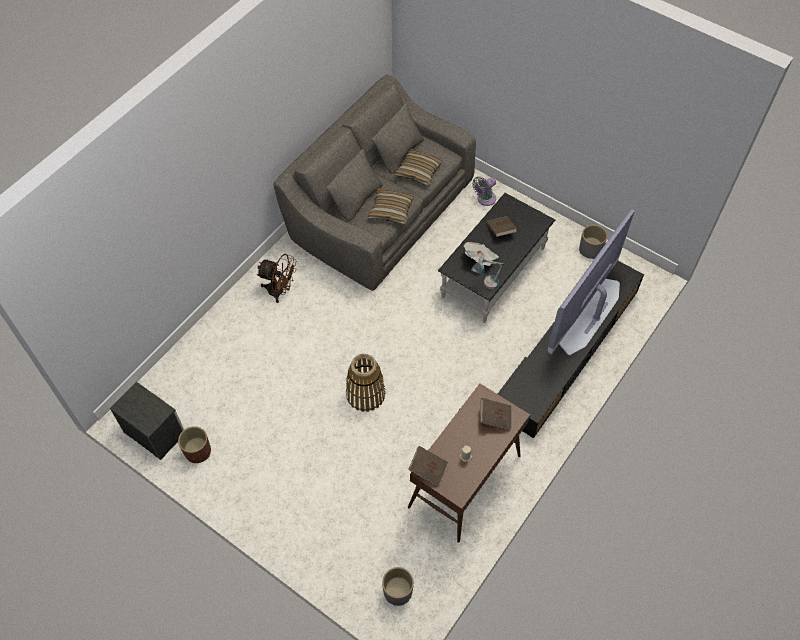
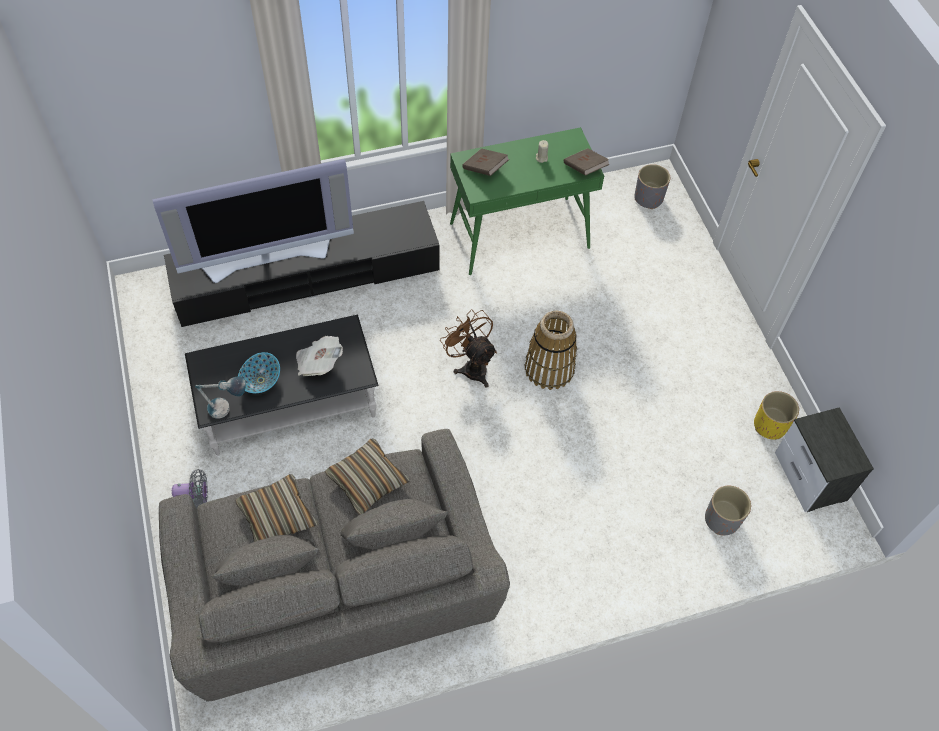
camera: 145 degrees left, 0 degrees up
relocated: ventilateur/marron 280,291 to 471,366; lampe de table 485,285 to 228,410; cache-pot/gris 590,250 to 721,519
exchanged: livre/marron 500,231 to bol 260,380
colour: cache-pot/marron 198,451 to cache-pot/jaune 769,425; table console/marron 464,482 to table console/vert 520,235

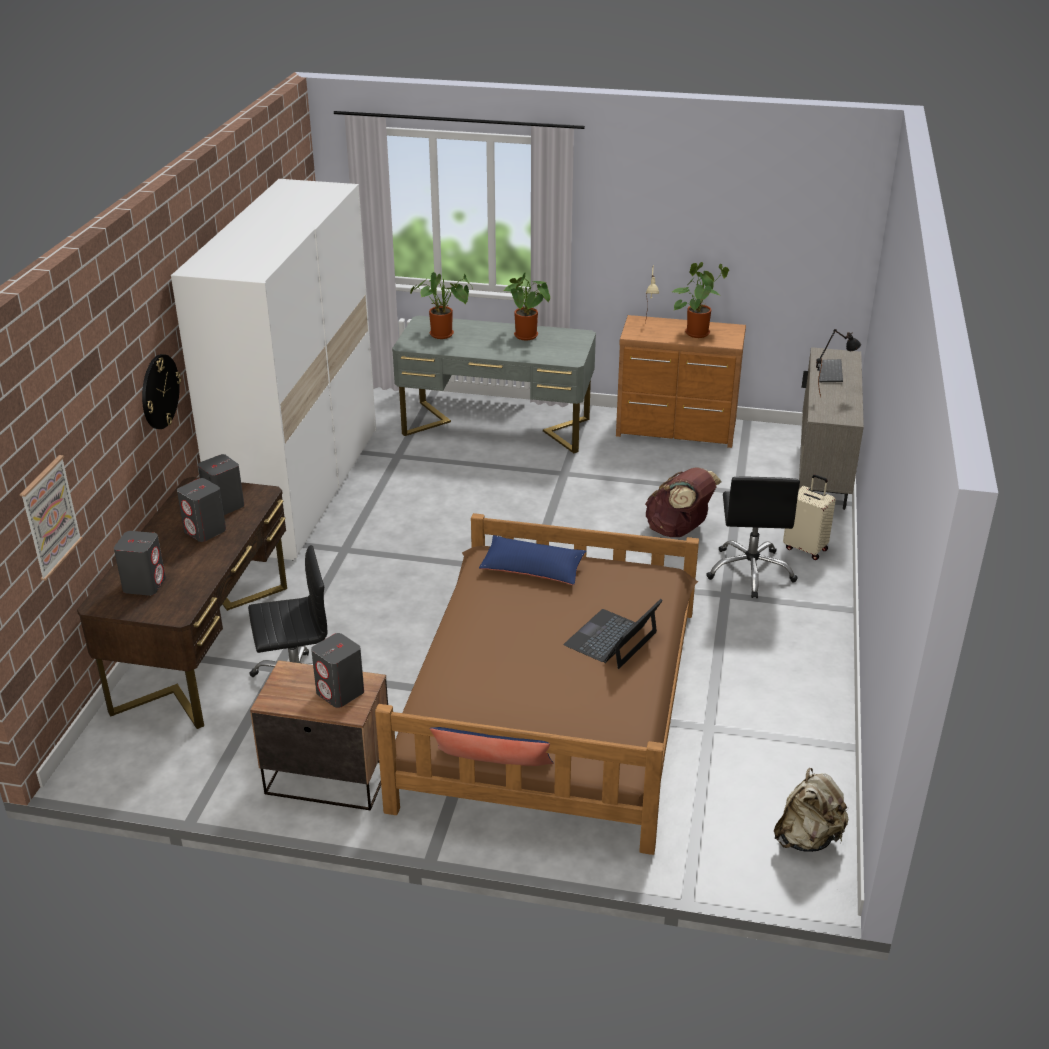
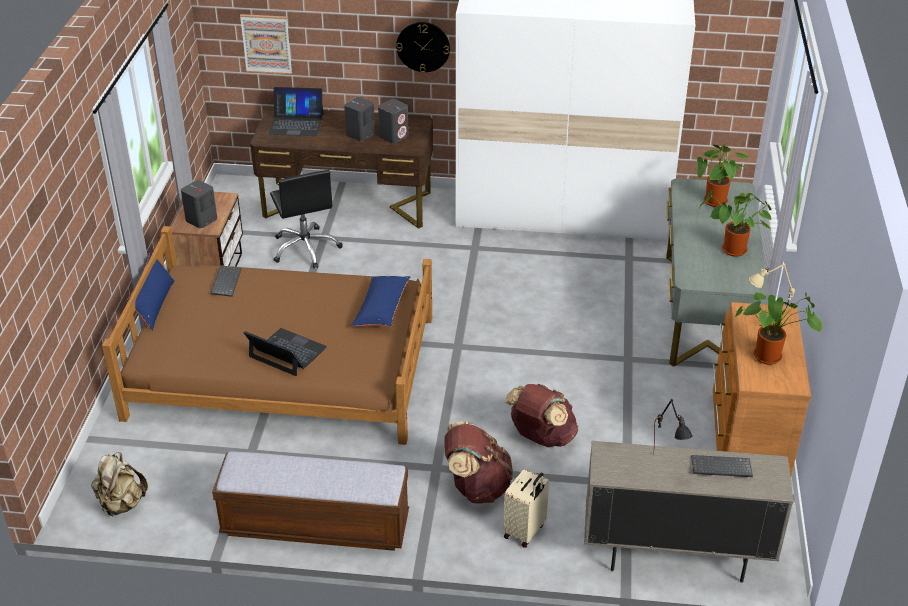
camera: 85 degrees right, 5 degrees up
appeared: clavier 225,281; banc 315,525
exchanged: enceinte/gris 144,584 to ordinateur portable 296,123; chaise de bureau/noir 750,572 to sac à dos/marron 476,487

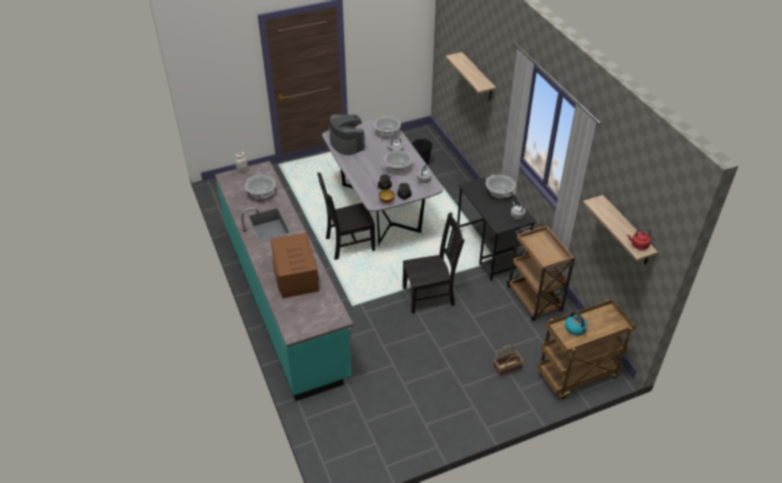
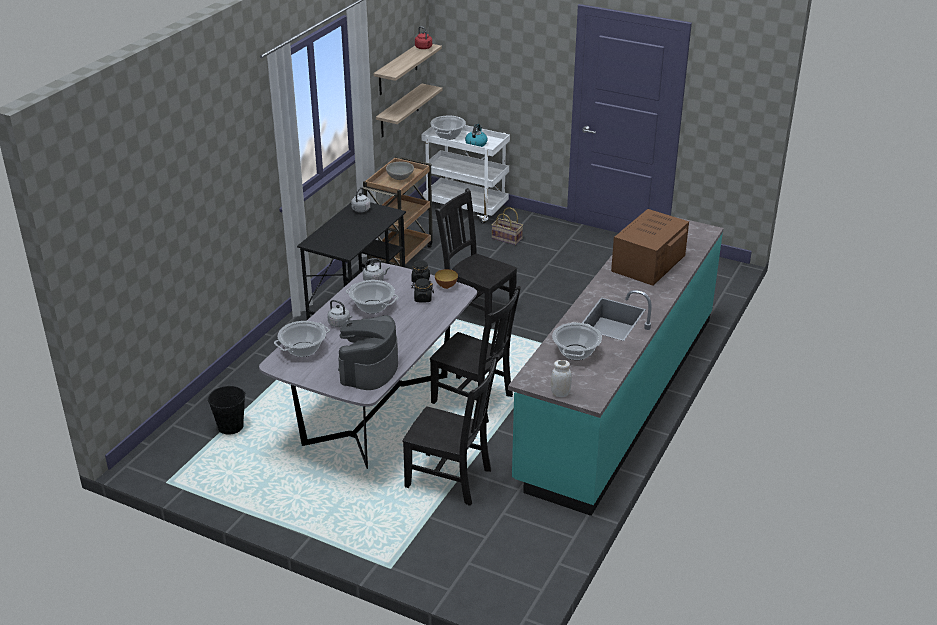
camera: 130 degrees left, 10 degrees down
appeared: bol/gris 400,177; chaise/noir 451,479
relocated: étagère 477,77 to 399,111; marmite 499,193 to 448,135
colour: chariot/marron 577,376 to chariot/blanc 466,208

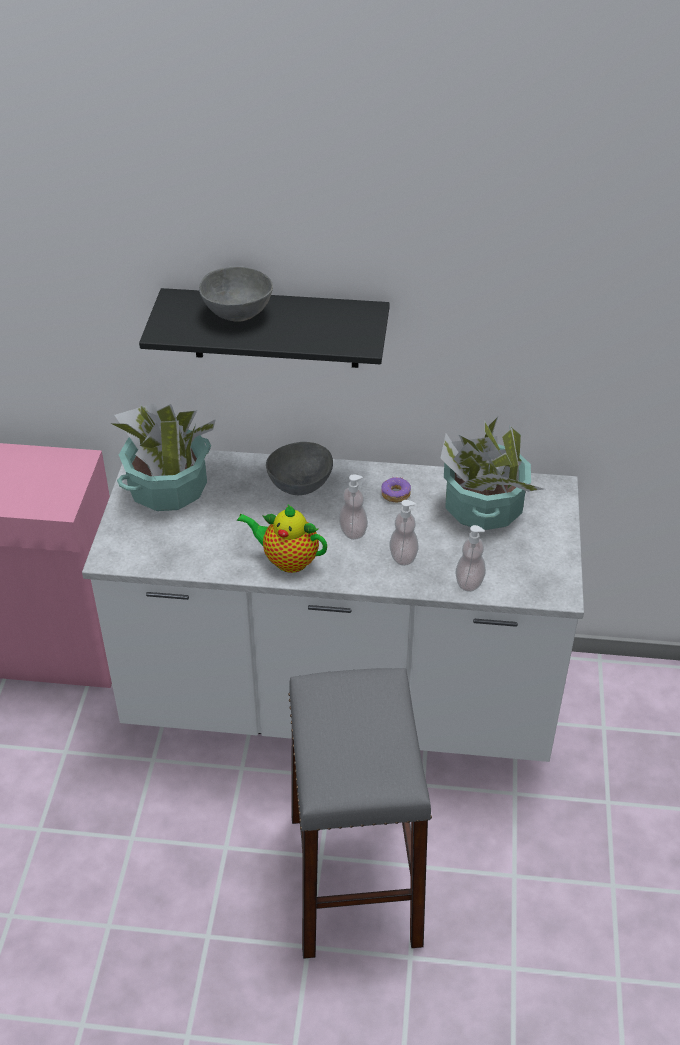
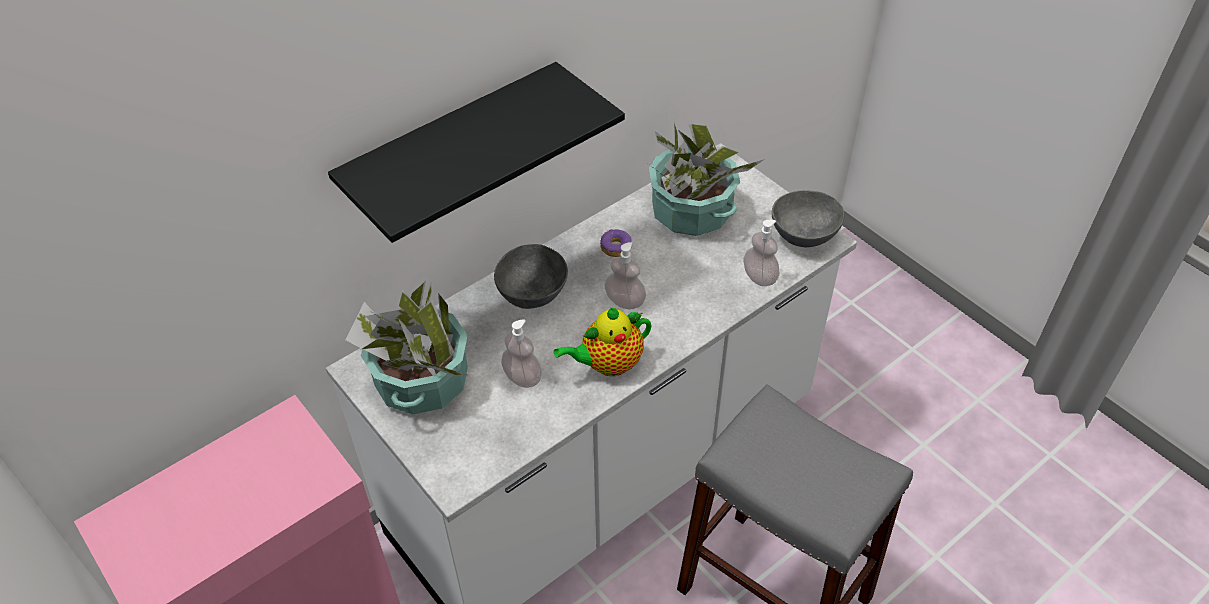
camera: 45 degrees left, 5 degrees up
relocated: bol/gris 238,314 to 805,236; distributeur de savon 403,556 to 522,377

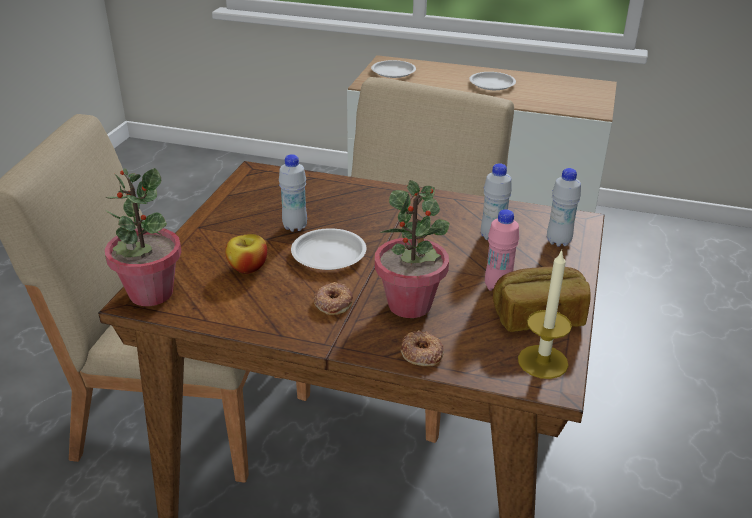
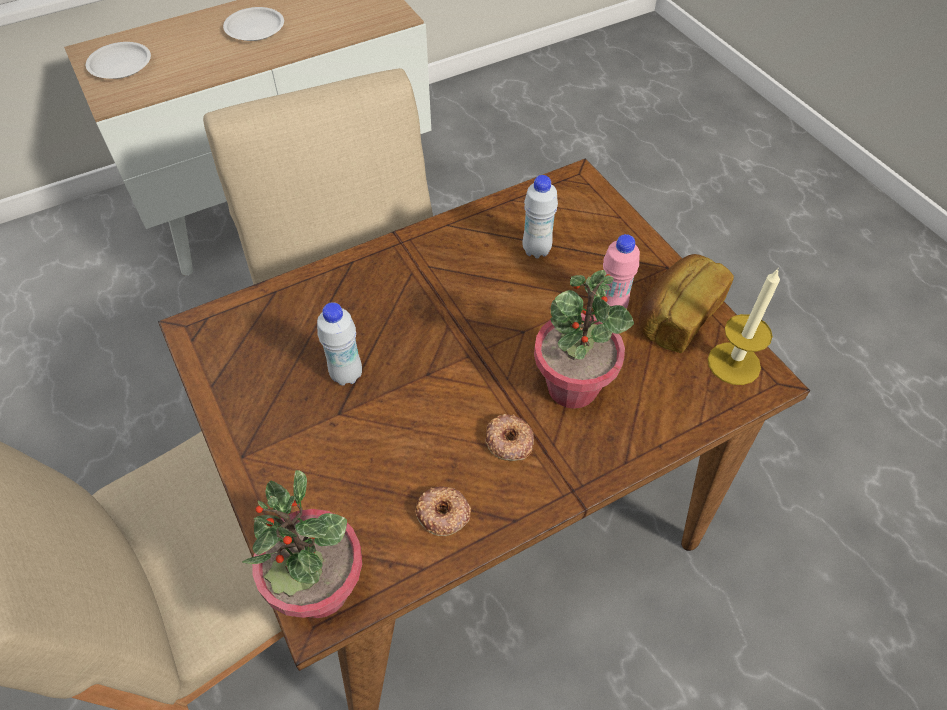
camera: 45 degrees left, 20 degrees up
missing: pomme 248,268; assiette/blanc 328,254; bouteille/blanc 558,241
relocated: beignet 421,353 to 443,514

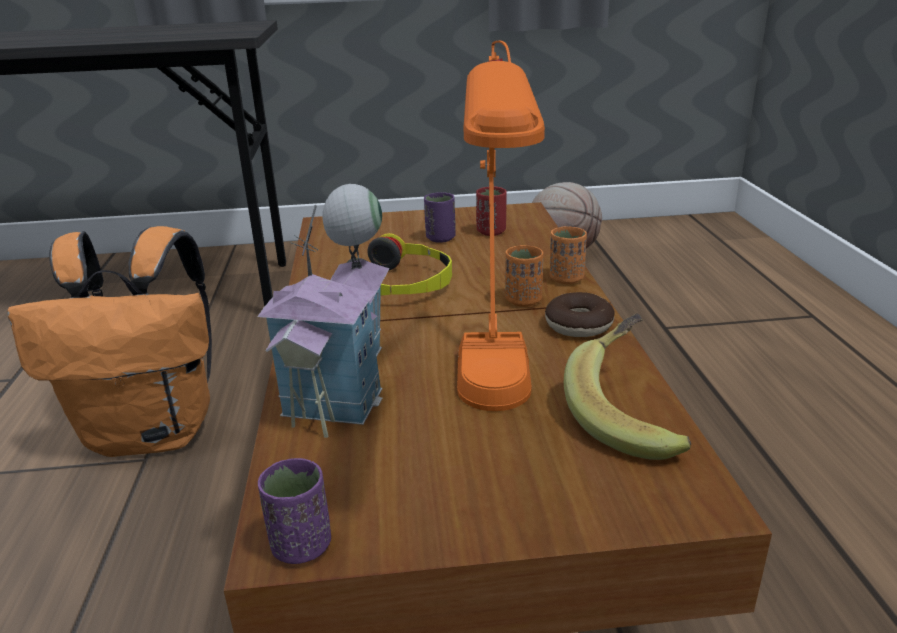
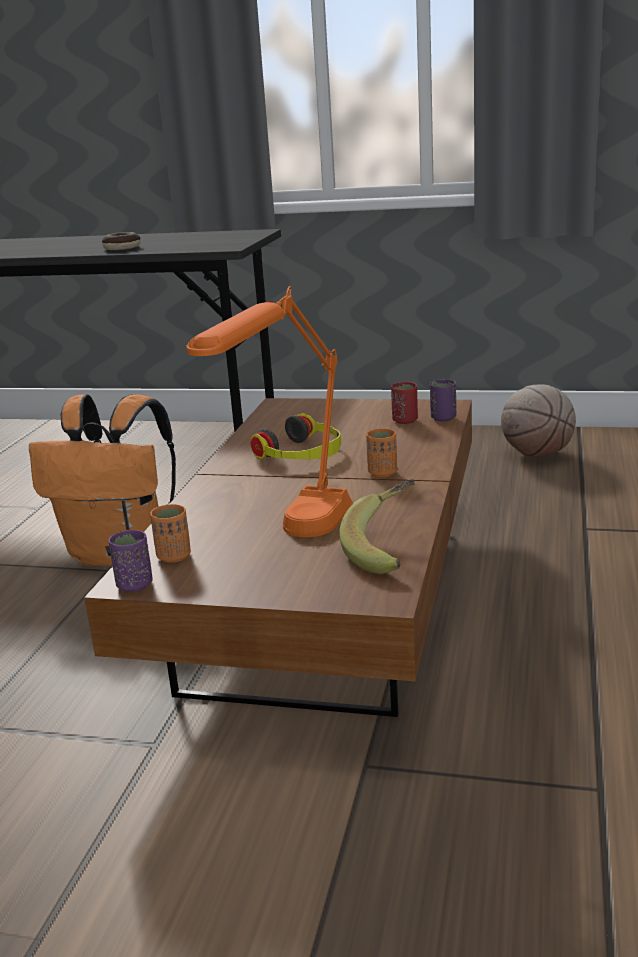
camera: 20 degrees right, 5 degrees down
missing: maison miniature 346,382
relocated: tasse/violet 440,238 to 443,418; beignet 579,325 to 122,248; tasse/orange 566,279 to 174,556

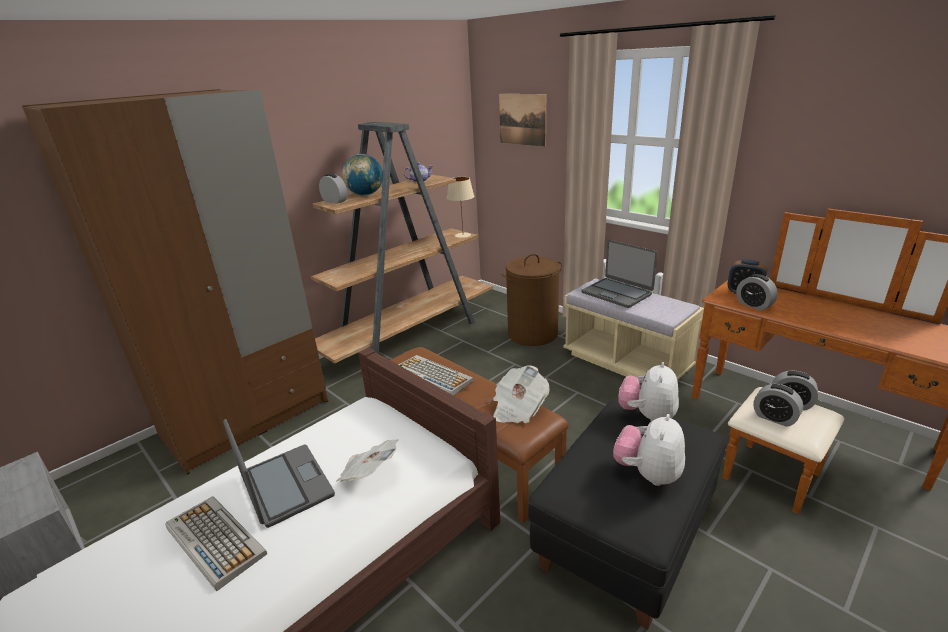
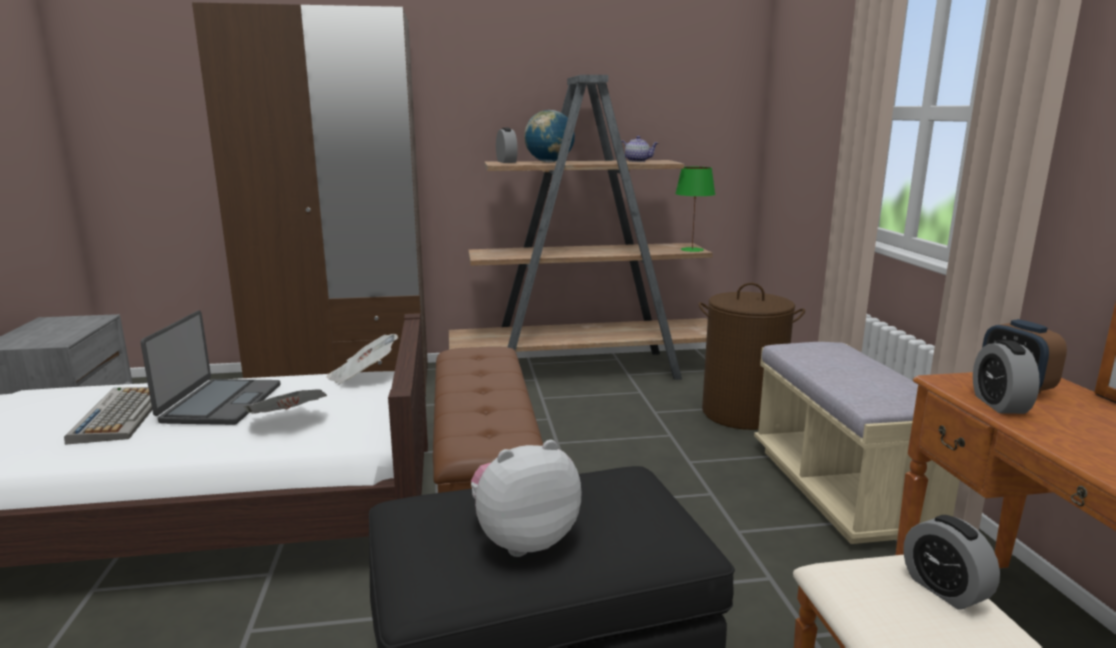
camera: 35 degrees right, 10 degrees down
missing: clavier 431,376; tableau 522,119; ordinateur portable 617,293; peluche 647,416; réveil 774,418
relocated: journal 518,408 to 362,377
colour: lampe de table/beige 462,235 to lampe de table/vert 691,249

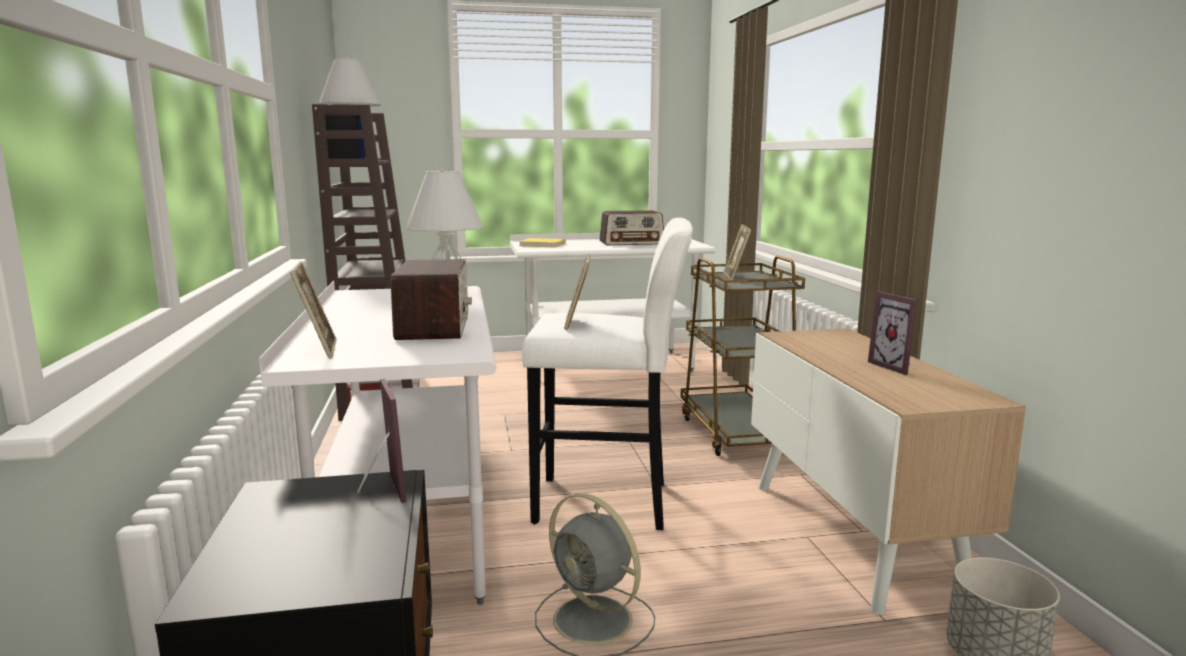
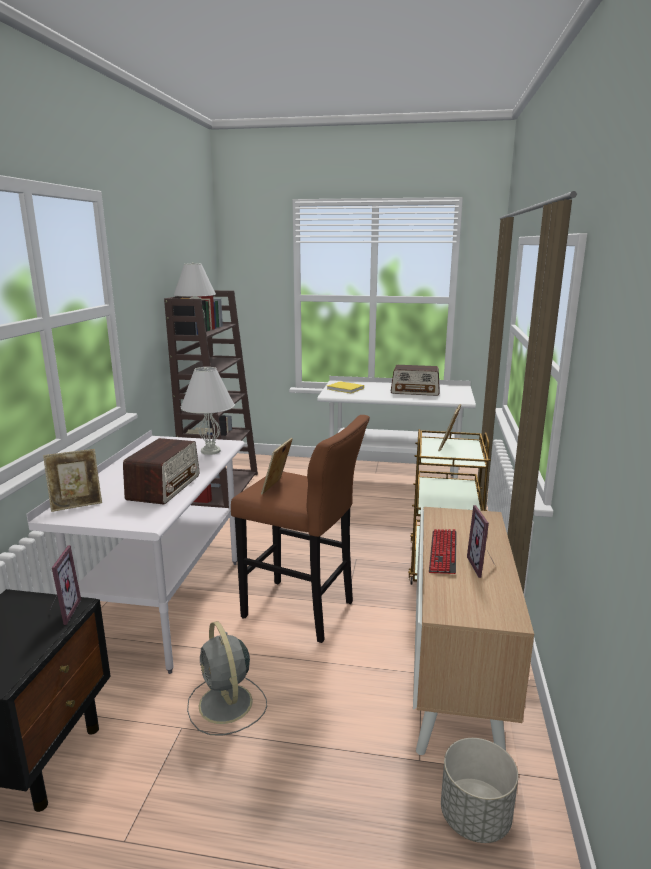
camera: 20 degrees right, 5 degrees up
appeared: clavier 443,552
colour: tabouret/blanc 609,503 to tabouret/marron 303,611
spun: cadre photo 318,350 = 76,504 60 degrees clockwise

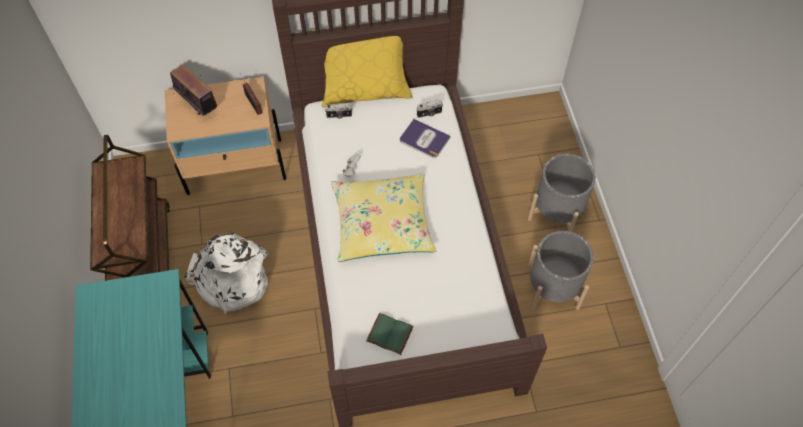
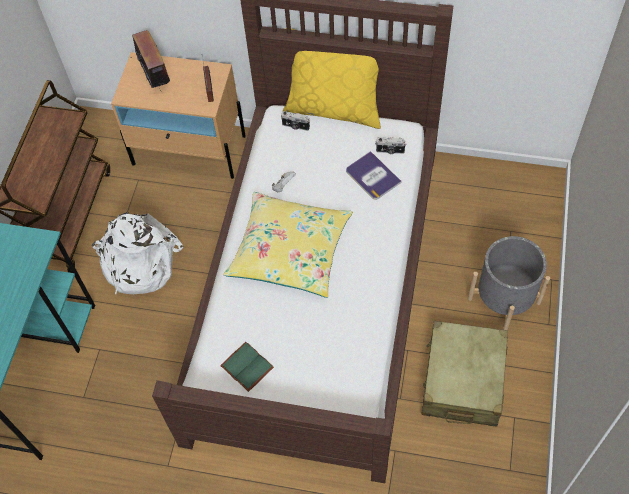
camera: 25 degrees right, 0 degrees up
exchanged: cache-pot/gris 552,288 to valise/beige 462,380

